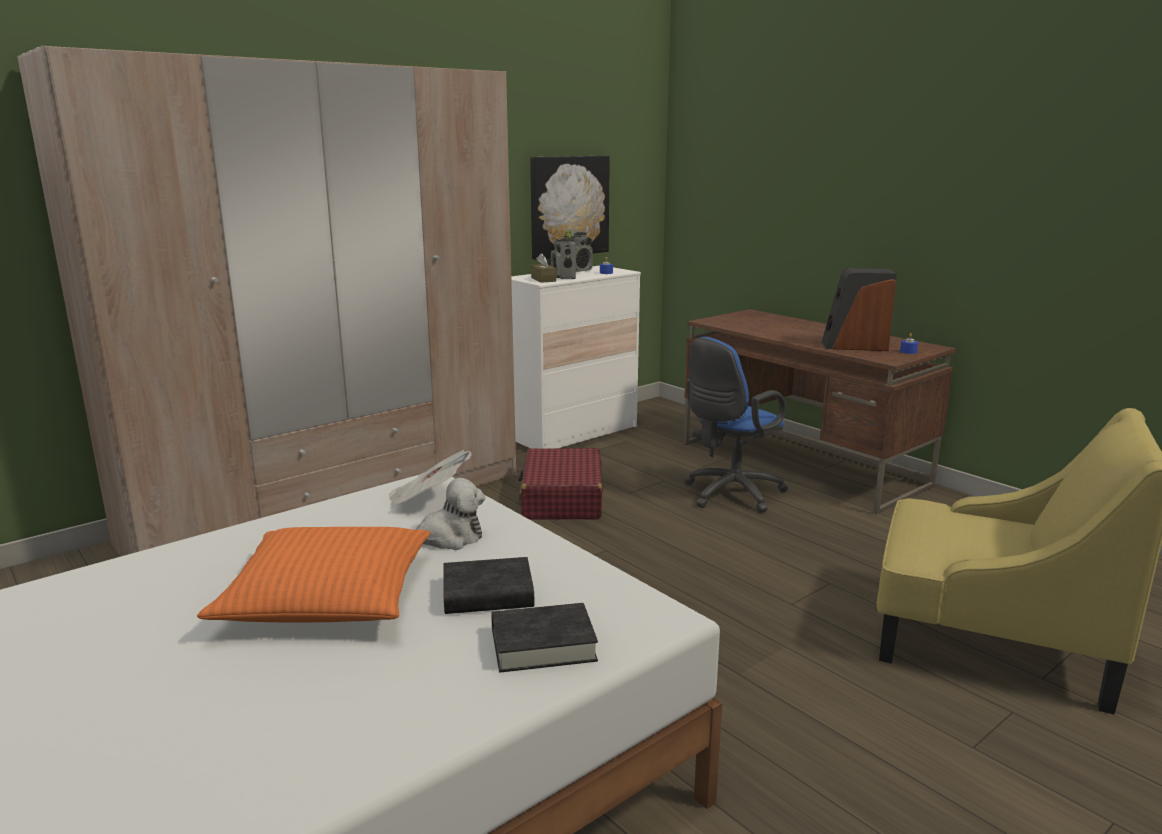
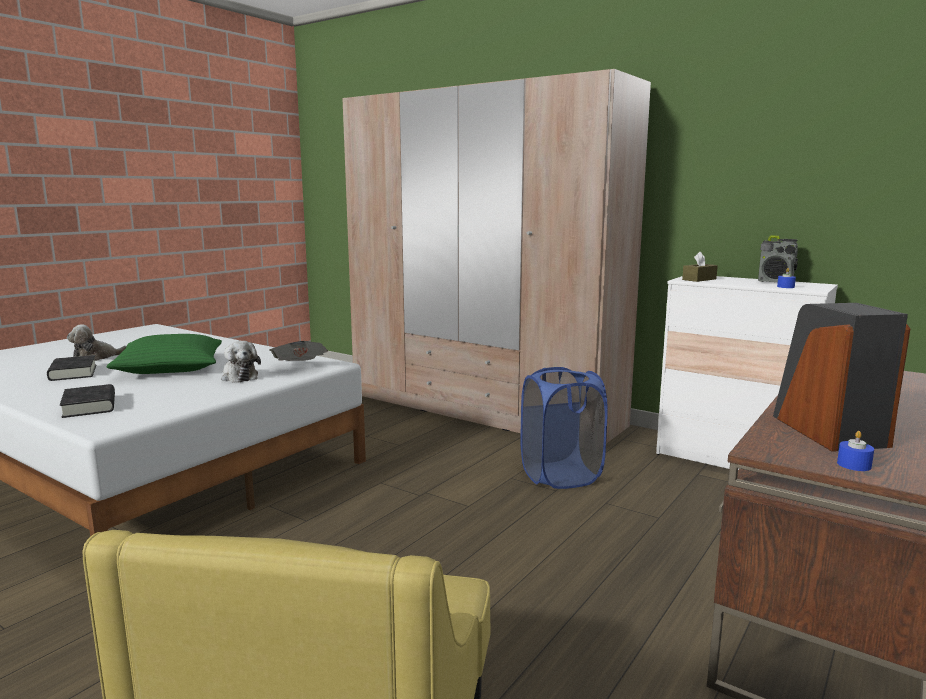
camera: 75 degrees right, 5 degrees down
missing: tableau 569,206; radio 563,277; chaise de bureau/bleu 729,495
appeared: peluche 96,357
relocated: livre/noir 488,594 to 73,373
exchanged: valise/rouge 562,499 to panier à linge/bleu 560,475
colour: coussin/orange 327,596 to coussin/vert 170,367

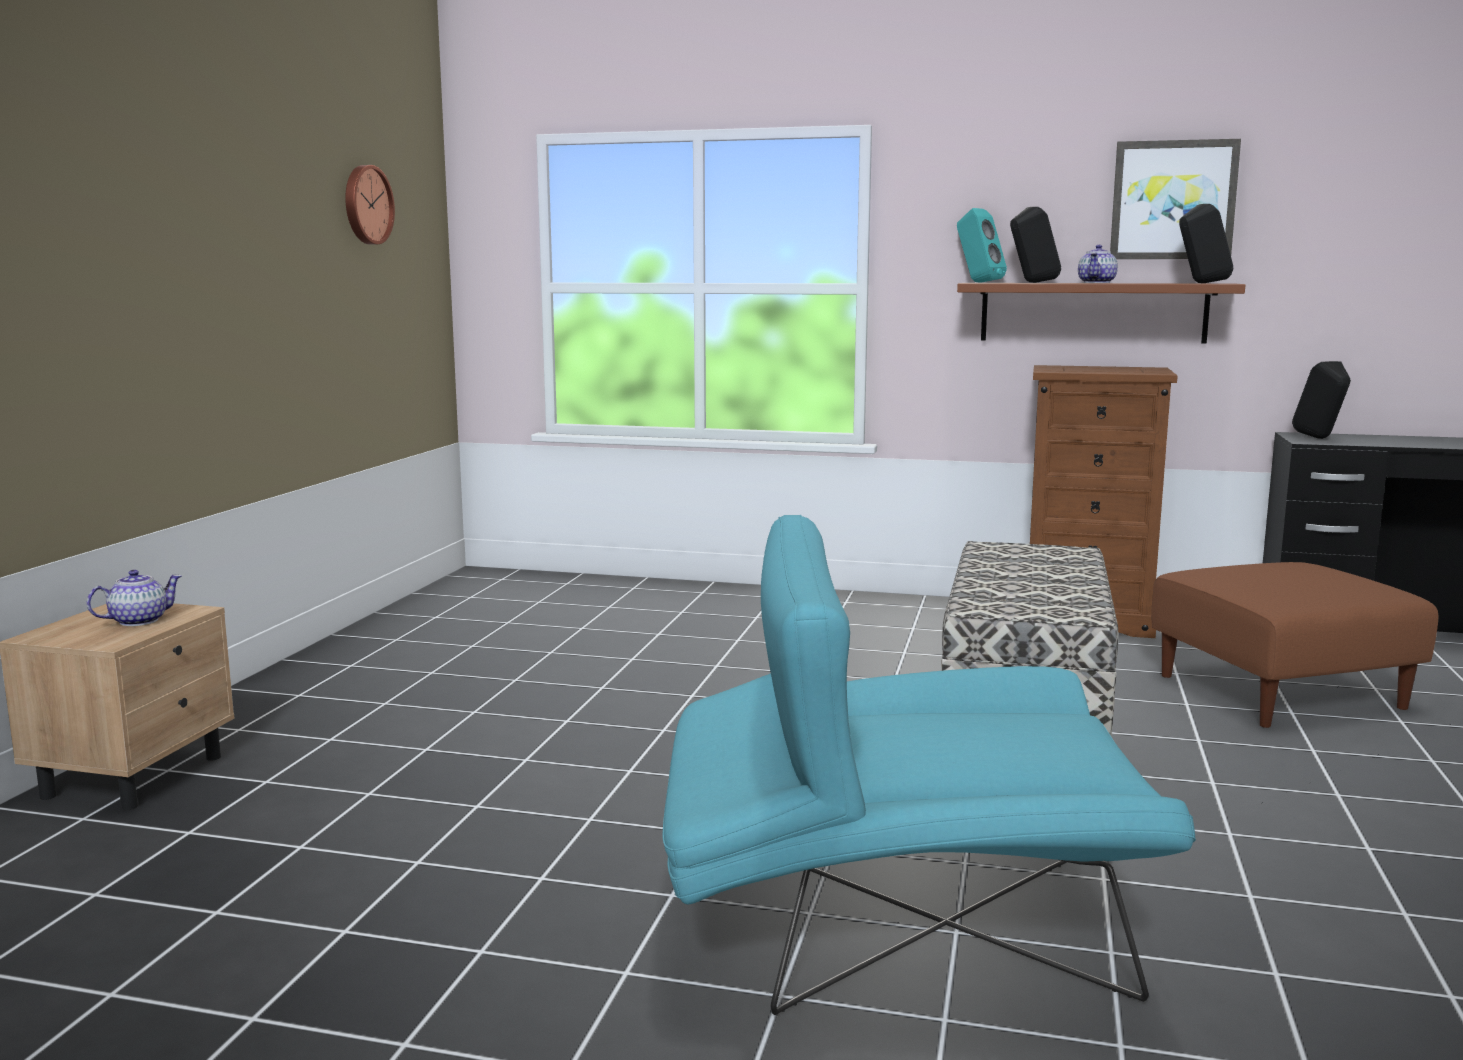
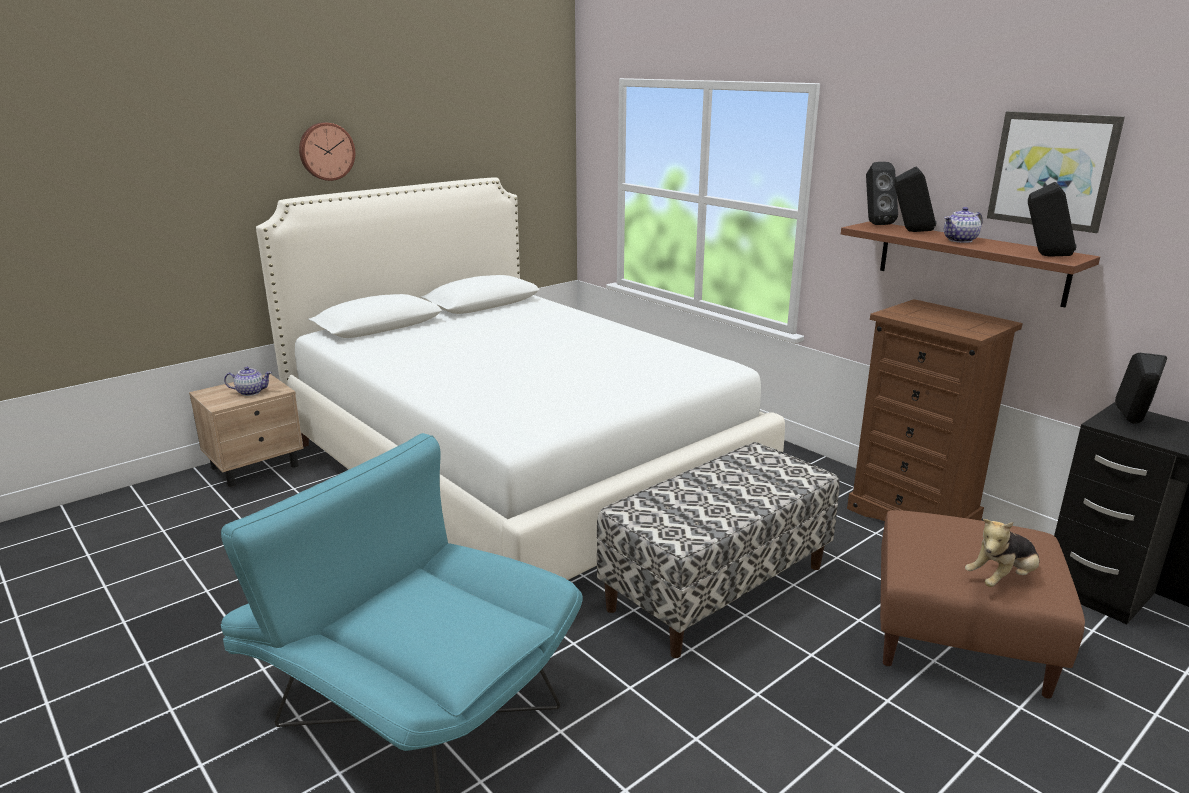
camera: 35 degrees right, 10 degrees up
appeared: lit/blanc 517,469; peluche 1002,579
relocated: horloge murale 366,205 to 326,151
colour: enceinte/turquoise 977,282 to enceinte/noir 874,224

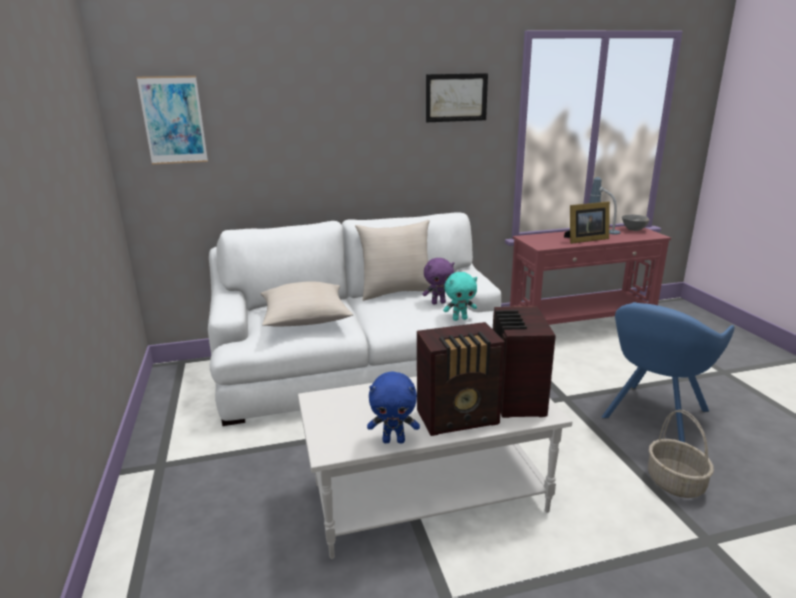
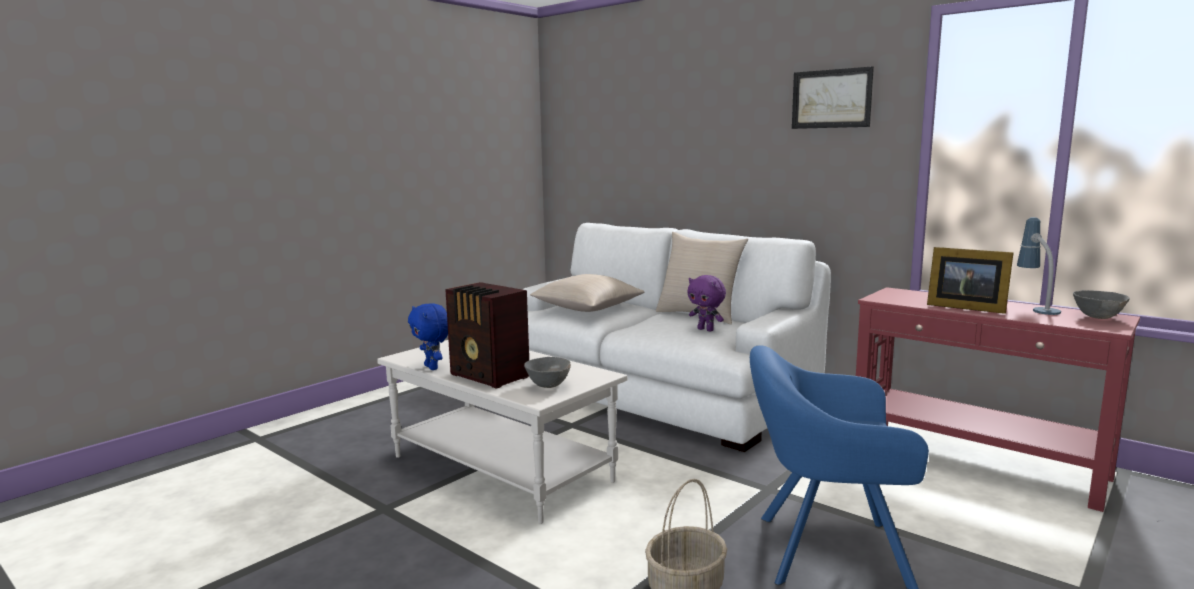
camera: 55 degrees right, 10 degrees down
missing: tableau 173,120; peluche/turquoise 460,319
exchanged: radio 516,399 to bol/gris 549,386

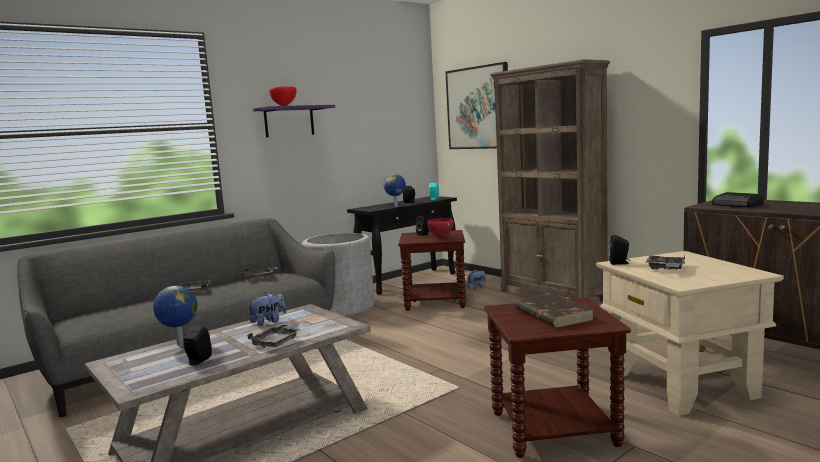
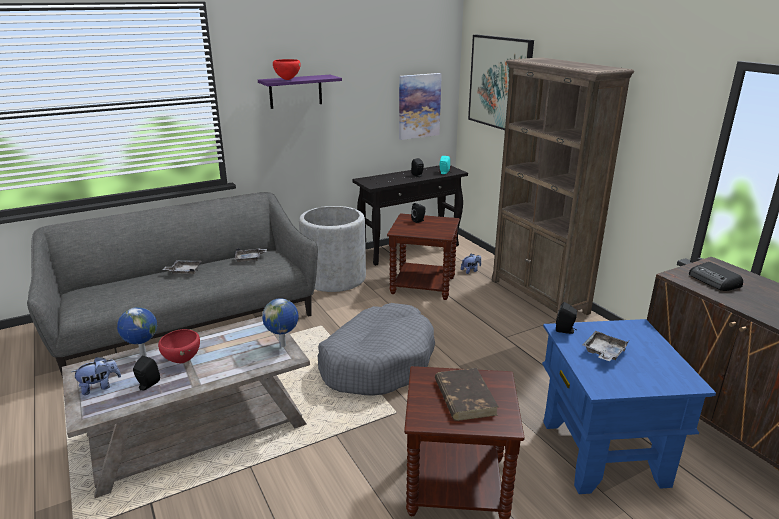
camera: 10 degrees right, 15 degrees up
missing: plateau/gris 277,342
appeared: panier pour chien/gris 377,362; tableau 419,106
relocated: peluche 268,322 to 99,387; globe 396,206 to 283,345; bol/rouge 441,237 to 182,361
colour: table d'appoint/beige 680,385 to table d'appoint/bleu 602,452

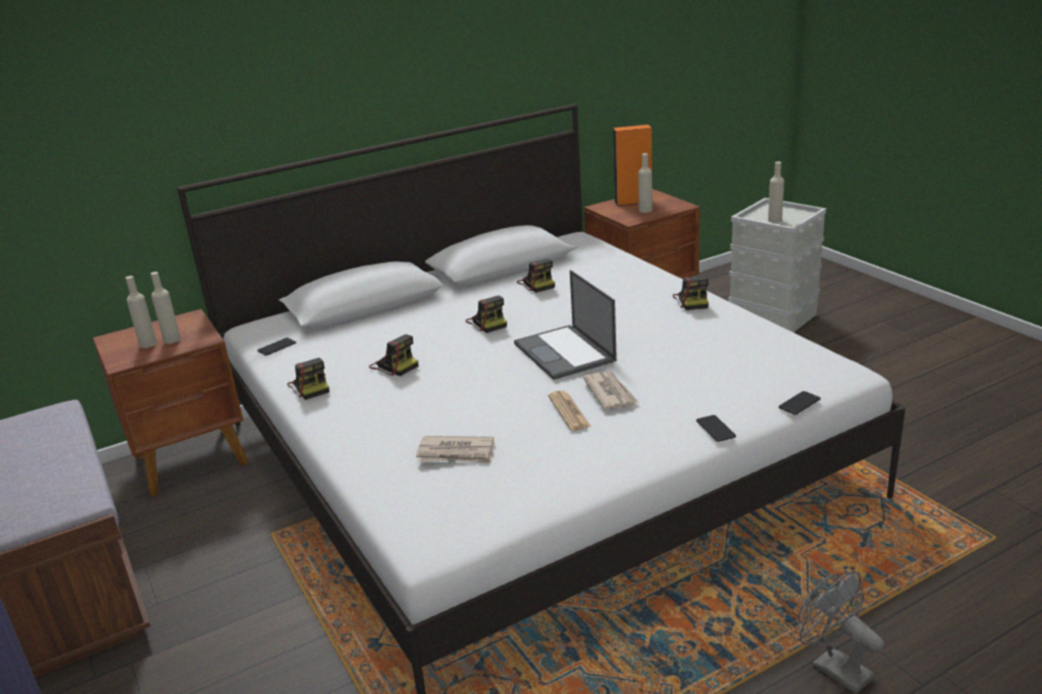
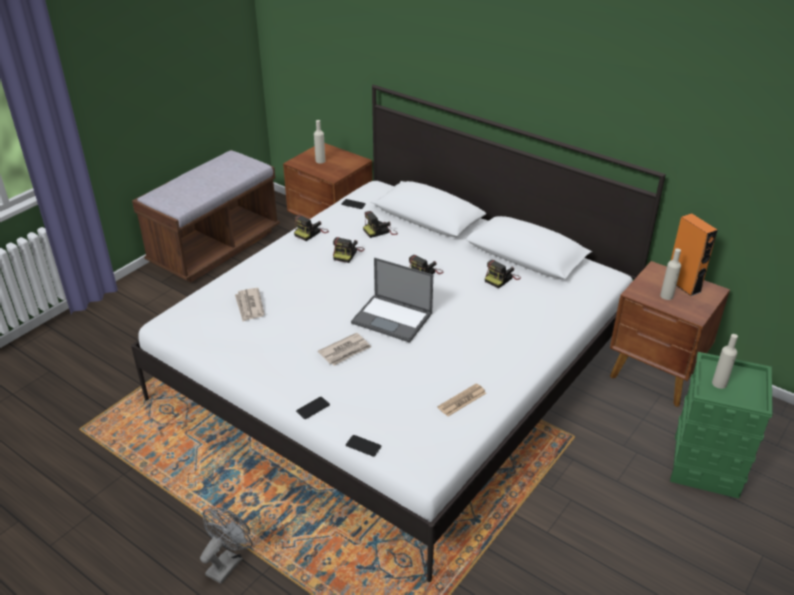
camera: 65 degrees right, 10 degrees up
missing: bouteille/beige 172,339
relocated: journal 569,411 to 462,400; appareil photo 692,301 to 380,231
colour: boîte de rangement/gris 774,318 to boîte de rangement/vert 706,467
spun: ordinateur portable 565,353 = 393,318 105 degrees counterclockwise

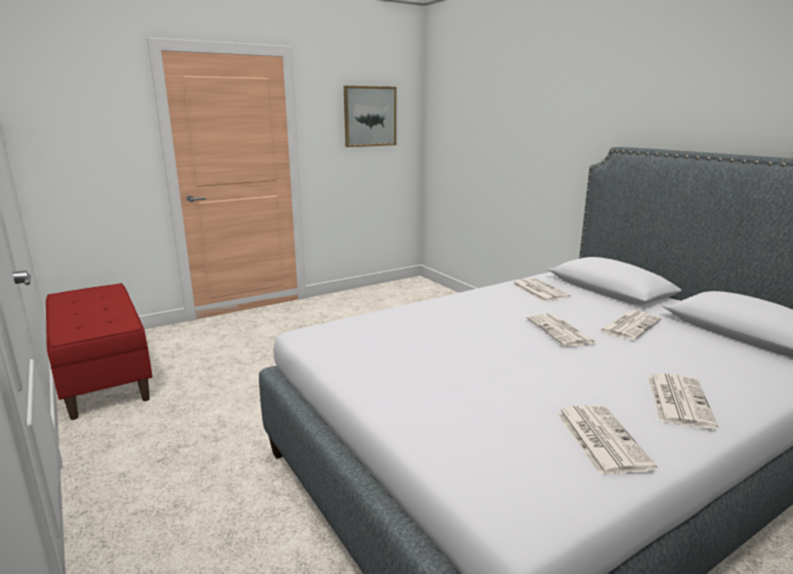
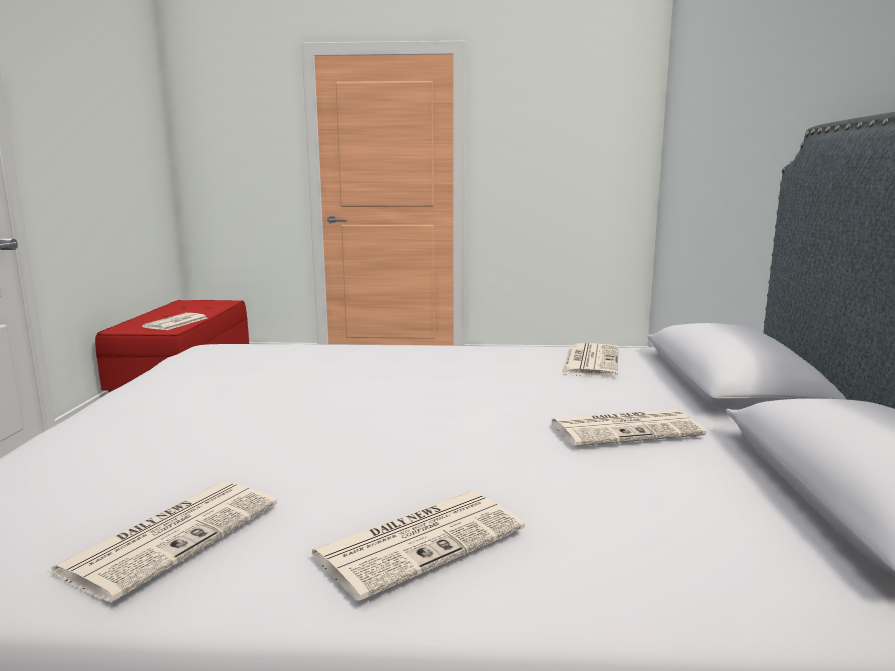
camera: 35 degrees right, 5 degrees down
missing: tableau 369,116
relocated: journal 561,331 to 176,323

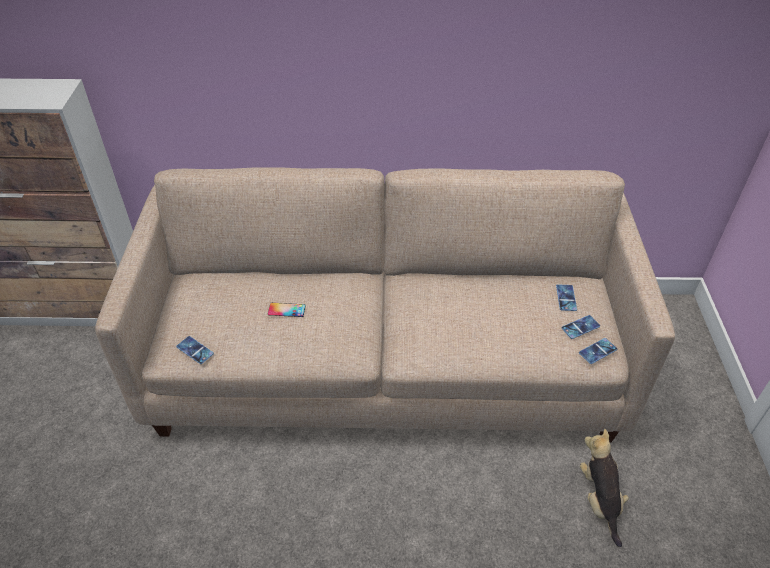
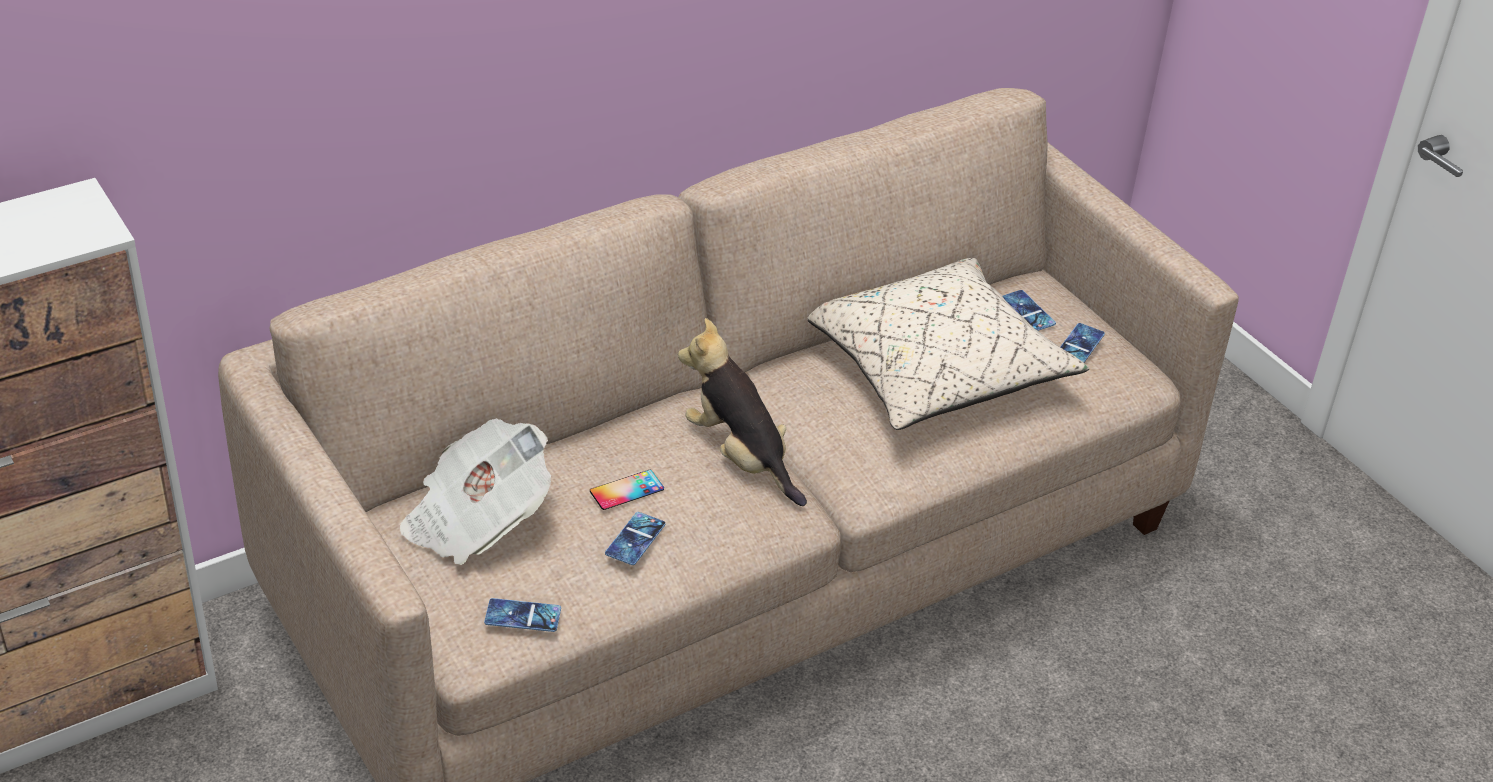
camera: 35 degrees left, 5 degrees down
appeared: journal 476,520; coussin/beige 933,367
relocated: téléphone 597,351 to 635,539; peluche 599,499 to 740,457

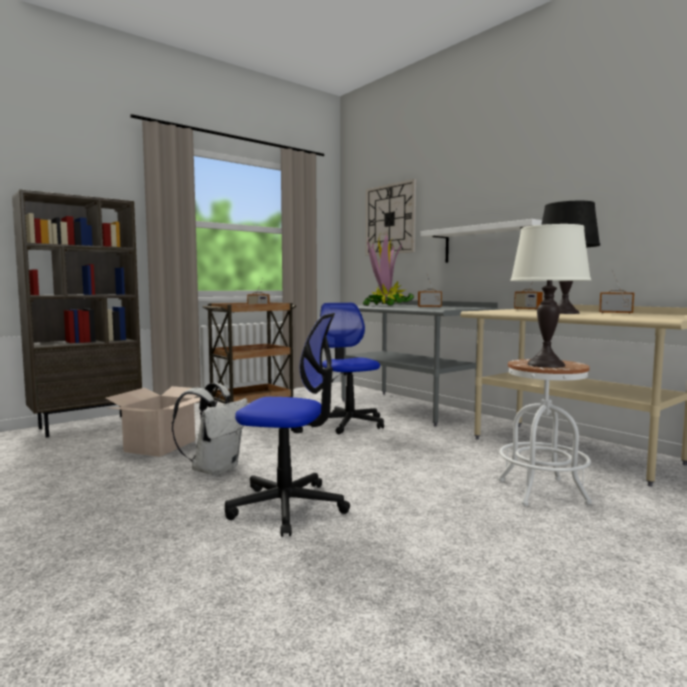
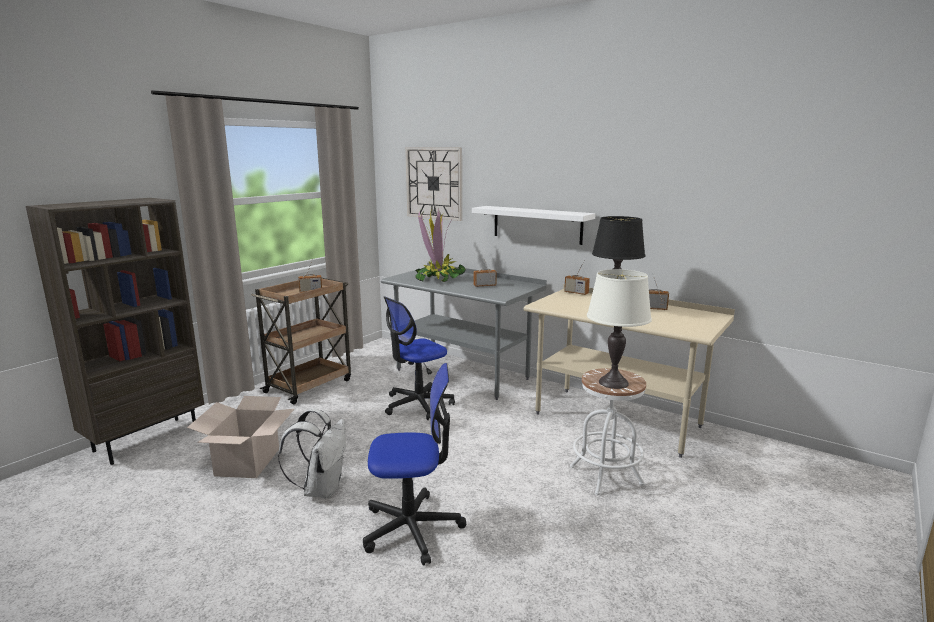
camera: 15 degrees left, 10 degrees up
spun: chaise de bureau 348,423 = 417,404 90 degrees counterclockwise

